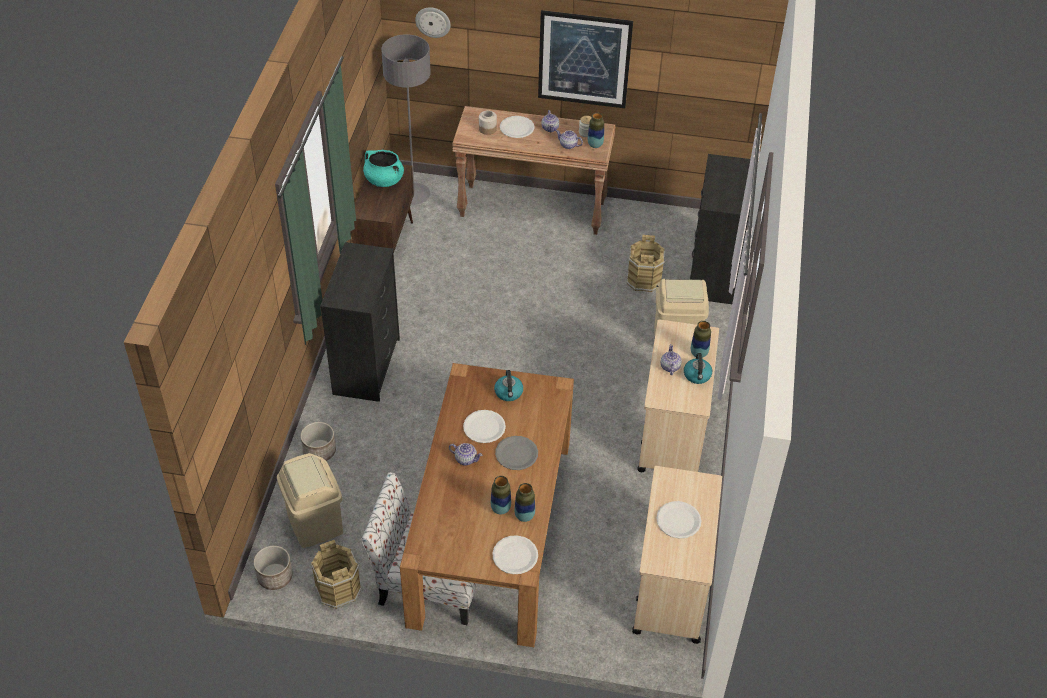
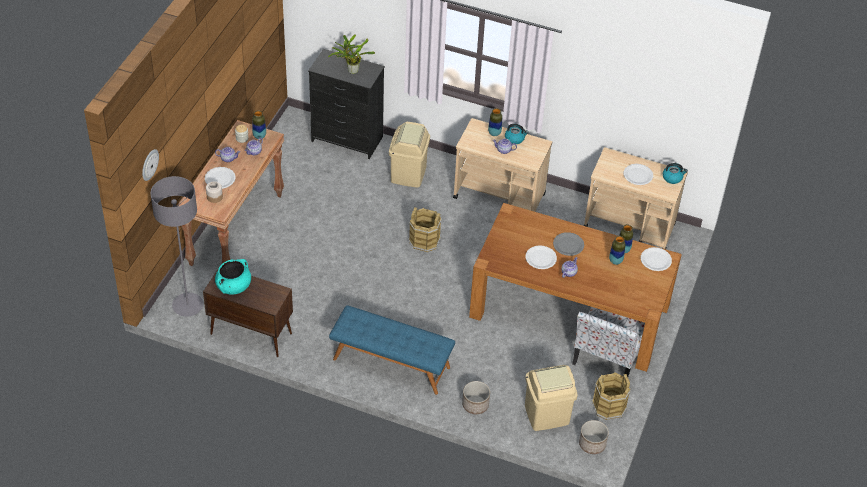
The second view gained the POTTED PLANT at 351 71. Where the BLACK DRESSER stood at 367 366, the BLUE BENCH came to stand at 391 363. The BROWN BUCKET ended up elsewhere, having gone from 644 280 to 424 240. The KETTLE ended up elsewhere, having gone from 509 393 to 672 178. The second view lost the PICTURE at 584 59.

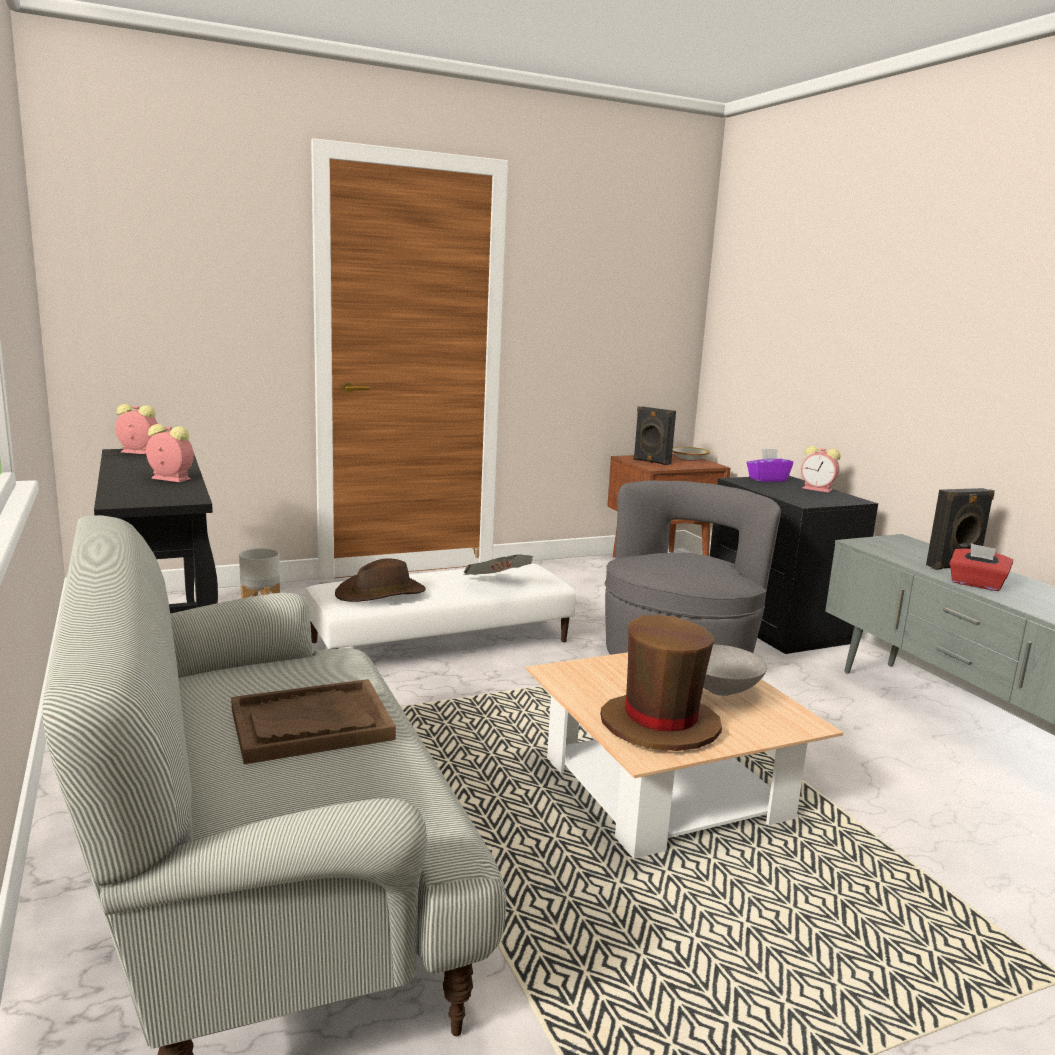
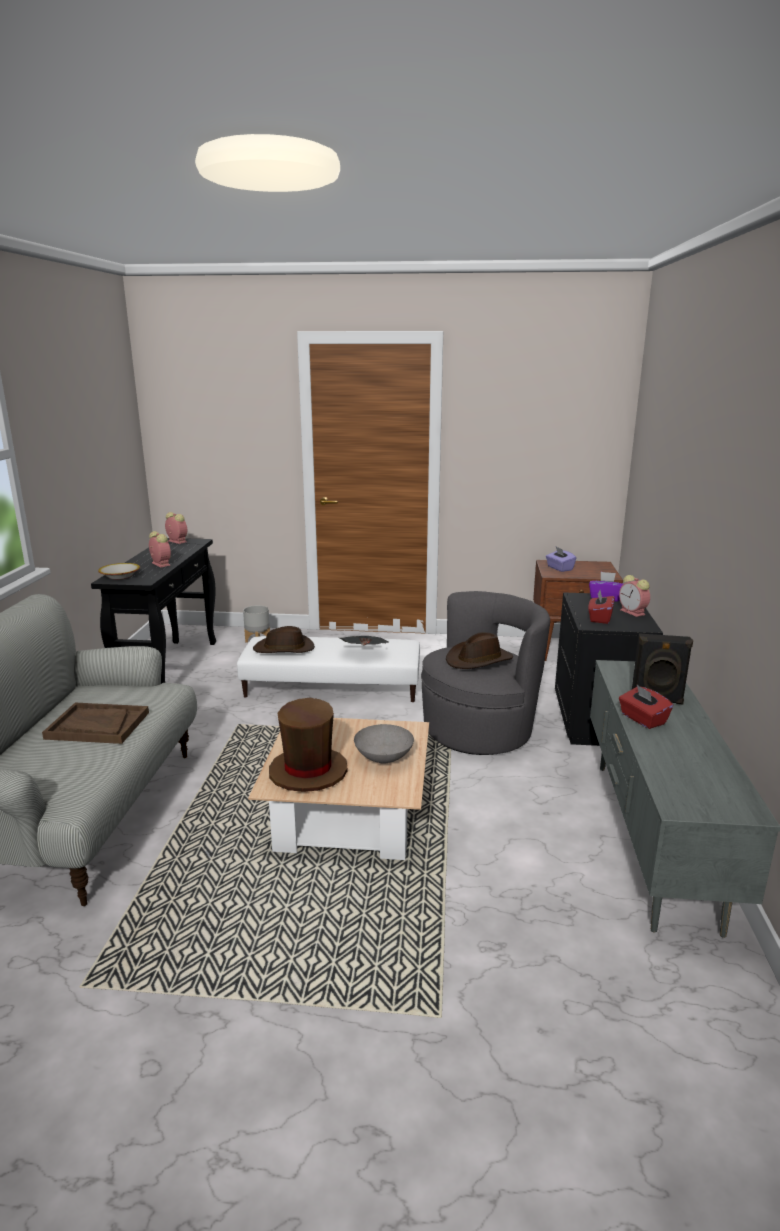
The BOWL ended up elsewhere, having gone from 688 458 to 120 576. The second view gained the BROWN HAT at 479 660. Where the BLACK SPEAKER stood at 651 462, the PURPLE TISSUE BOX came to stand at 559 568. The second view gained the RED TISSUE BOX at 599 618.

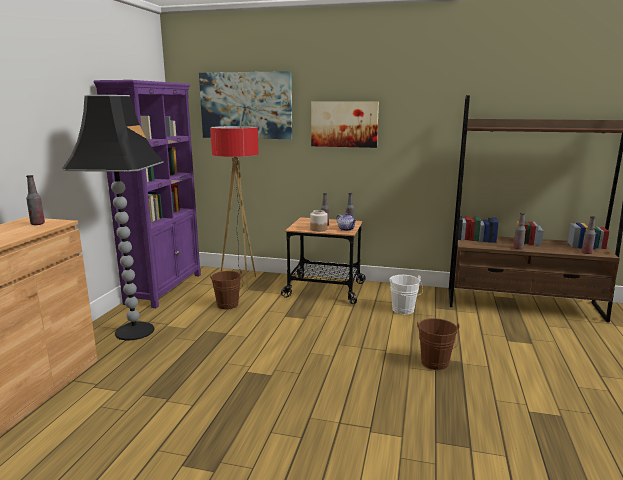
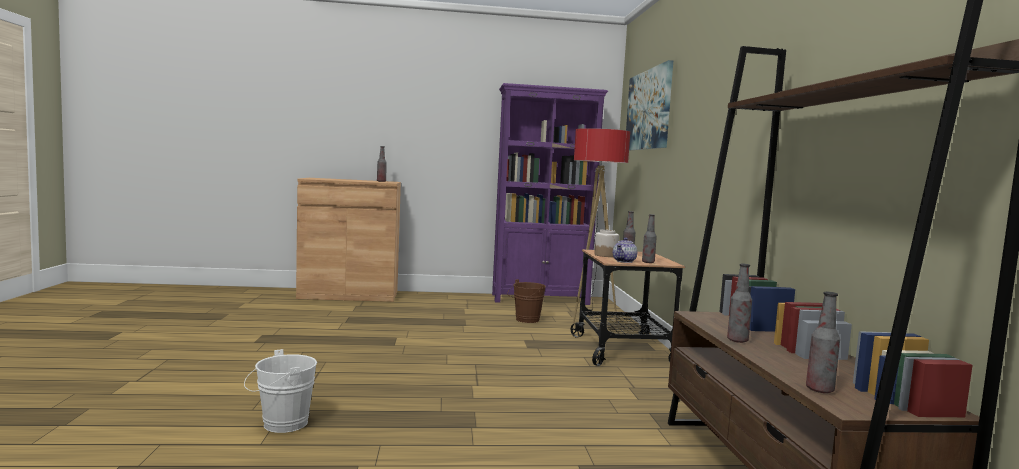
The WHITE BUCKET ended up elsewhere, having gone from 404 310 to 280 424. The second view lost the BLACK FLOOR LAMP at 135 331. The second view lost the PICTURE at 344 124. The second view lost the BROWN BUCKET at 435 364.

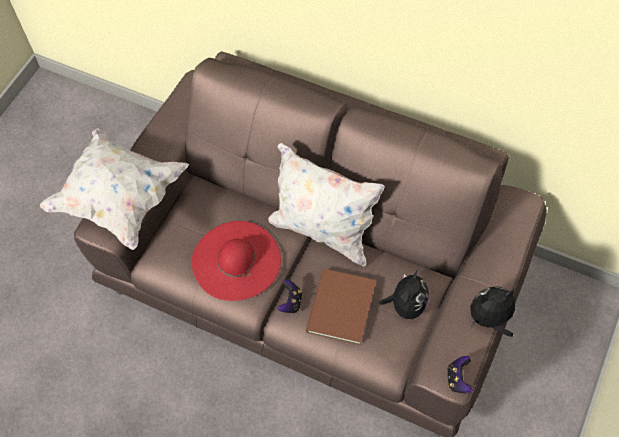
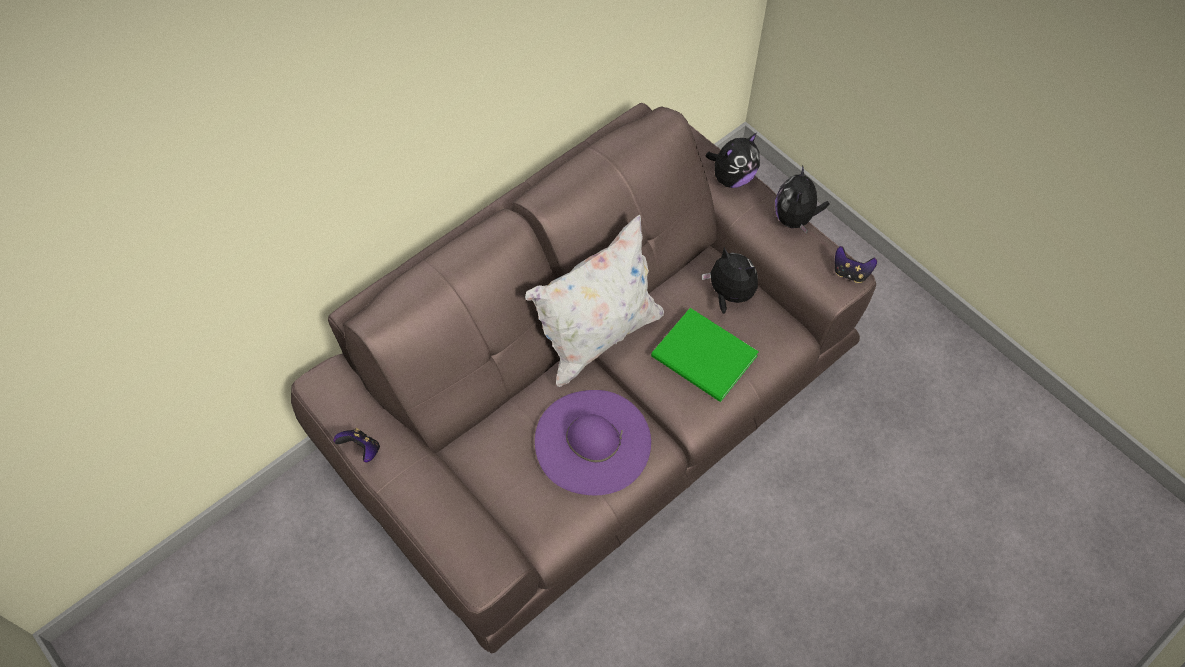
The GAME CONTROLLER ended up elsewhere, having gone from 291 302 to 361 449. What was the RED HAT at 236 260 turned into the PURPLE HAT at 592 442. What was the BROWN BOOK at 338 309 turned into the GREEN BOOK at 705 359. The second view gained the PLUSH TOY at 732 177. The second view lost the WHITE PILLOW at 119 199.

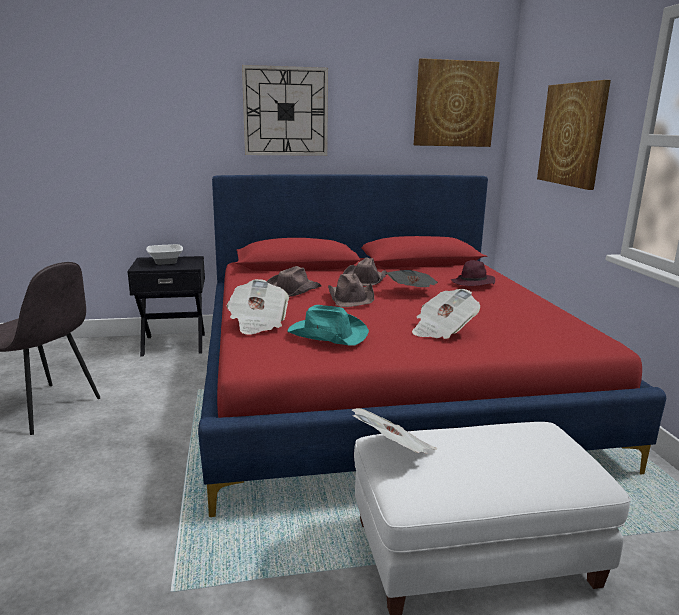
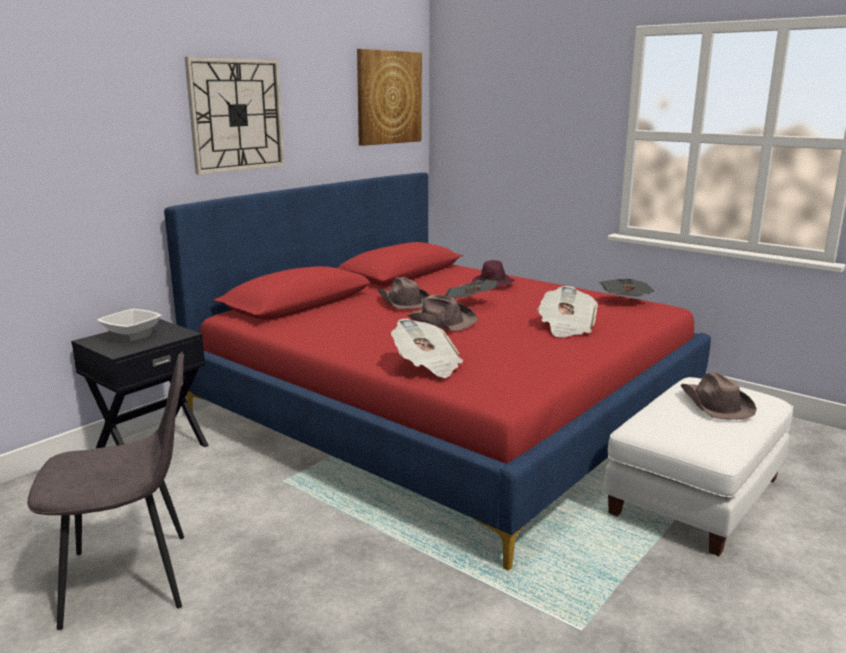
The NEWSPAPER ended up elsewhere, having gone from 393 452 to 625 302. The BROWN HAT ended up elsewhere, having gone from 292 290 to 715 404. The second view lost the TURQUOISE HAT at 327 334. The second view lost the PICTURE at 572 134.

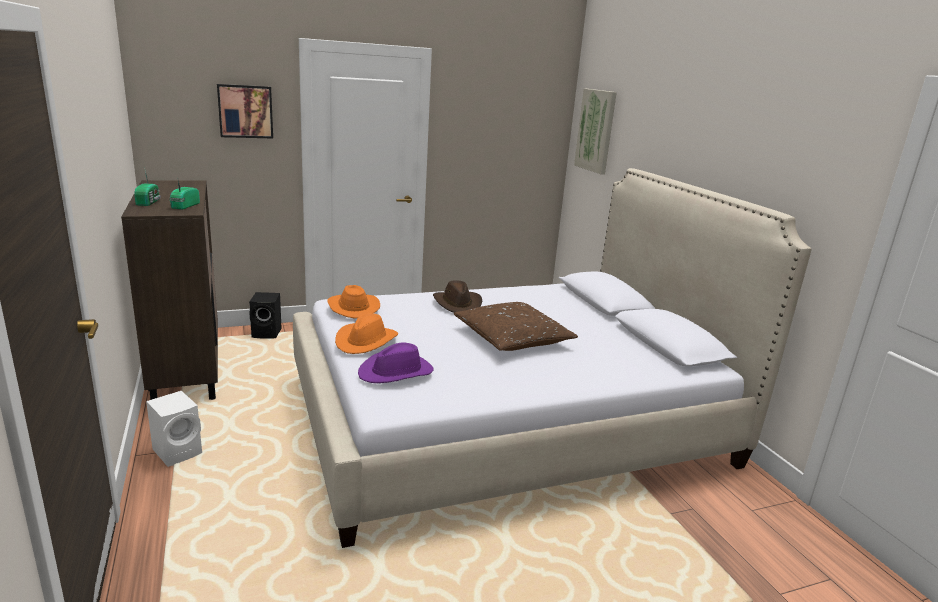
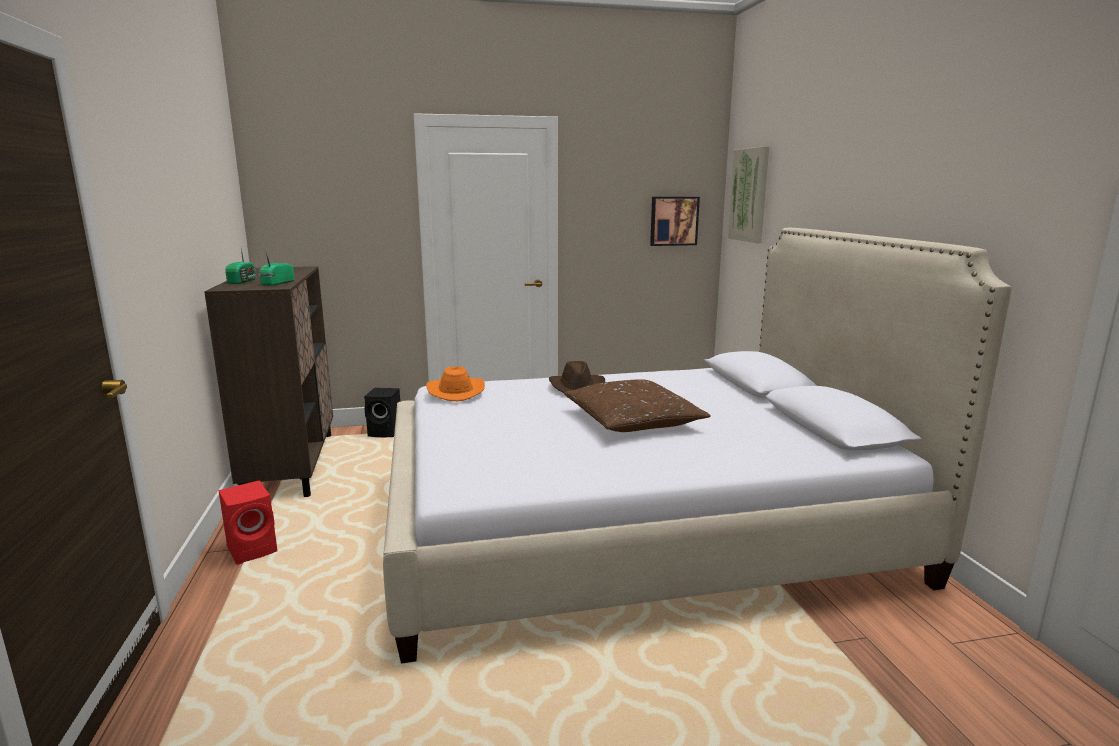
What was the WHITE SPEAKER at 179 451 turned into the RED SPEAKER at 254 549. The PICTURE ended up elsewhere, having gone from 245 111 to 673 221. The second view lost the ORANGE HAT at 366 341. The second view lost the PURPLE HAT at 396 372.

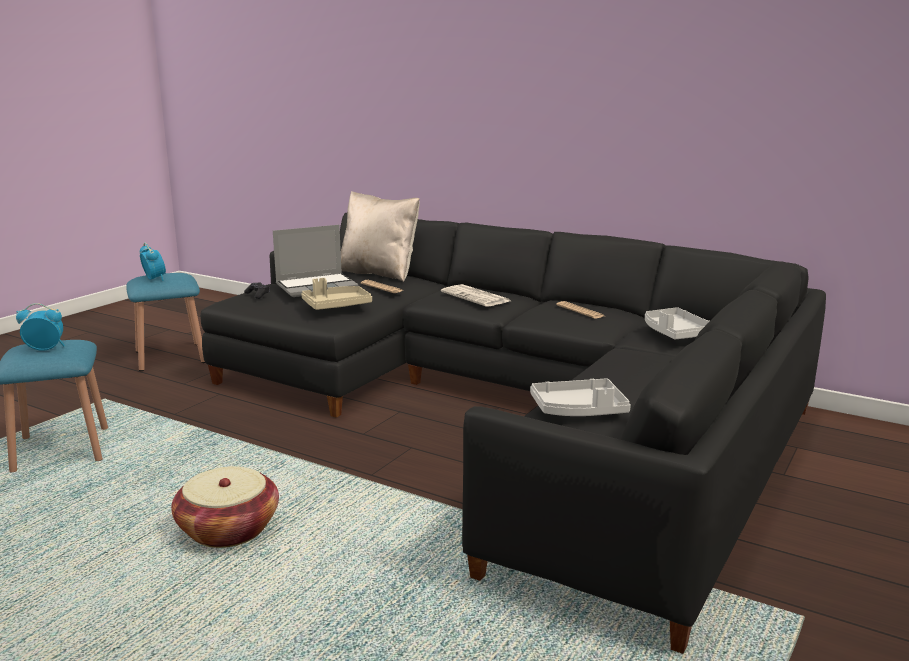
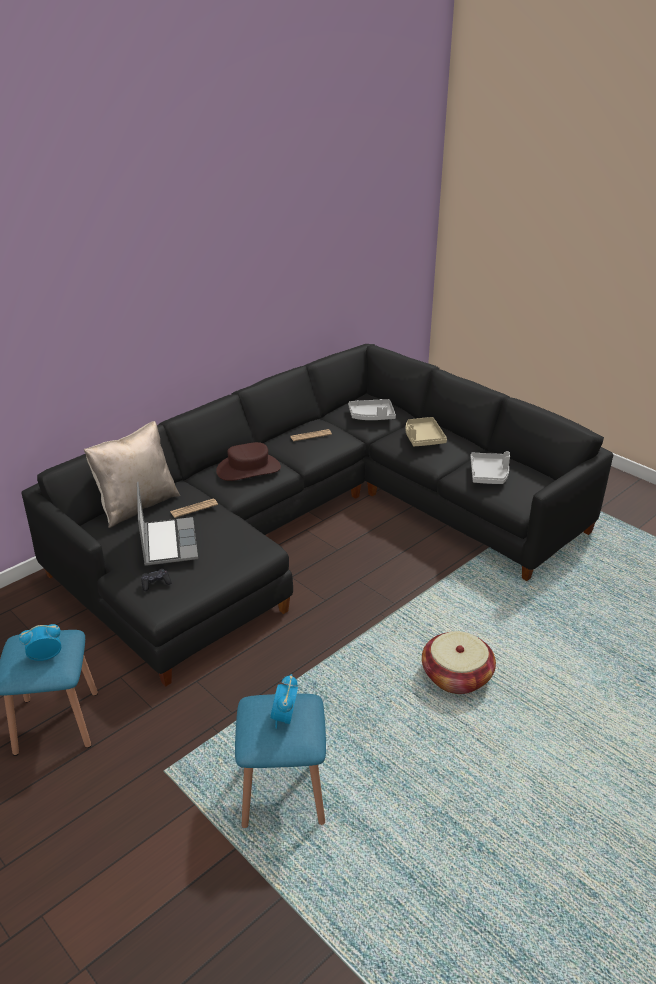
Where the NEWSPAPER stood at 476 297, the BROWN HAT came to stand at 248 469. The BEIGE TRAY ended up elsewhere, having gone from 336 306 to 423 438.

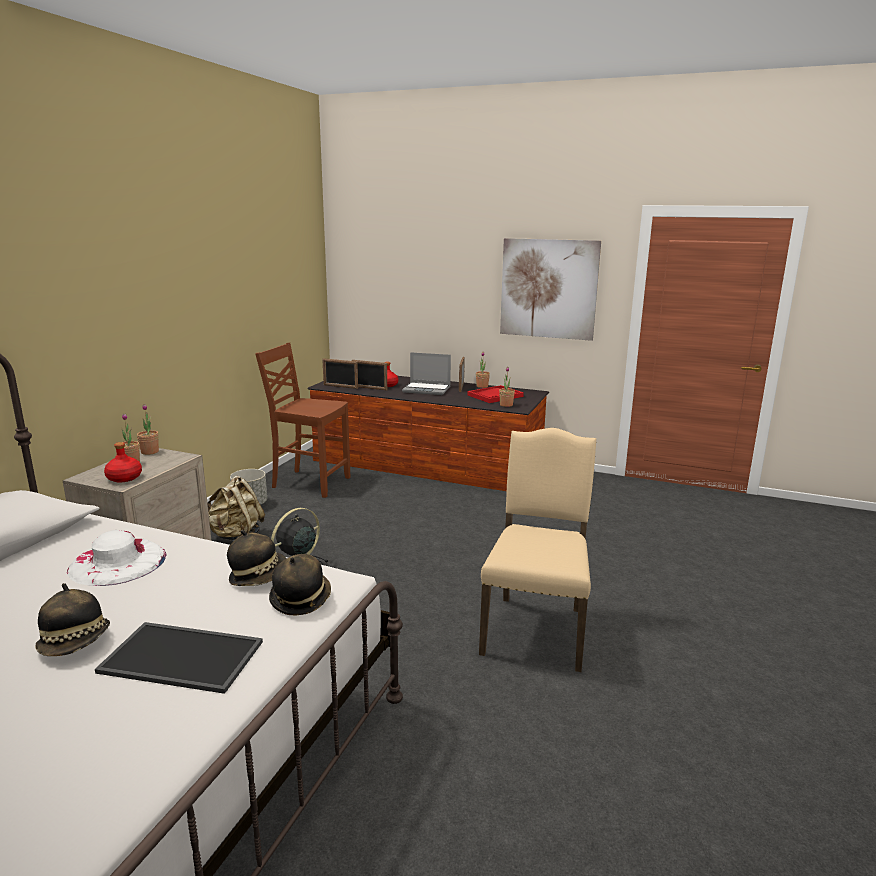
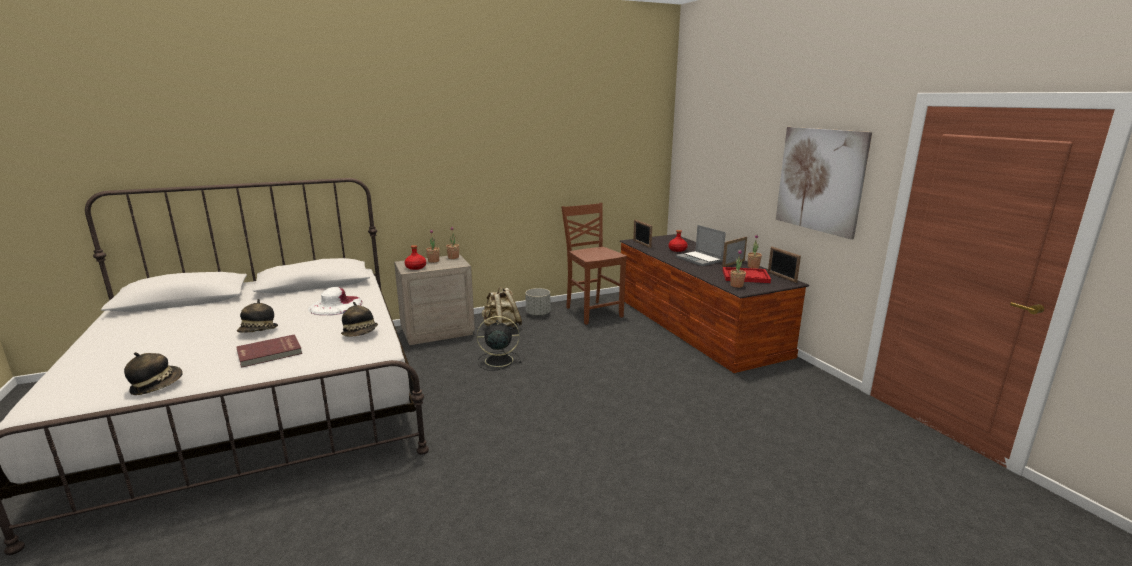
The HAT ended up elsewhere, having gone from 300 599 to 157 385. Where the TRAY stood at 184 656, the RED BOOK came to stand at 270 353. The PICTURE FRAME ended up elsewhere, having gone from 369 388 to 781 277. The second view lost the BEIGE CHAIR at 536 629.

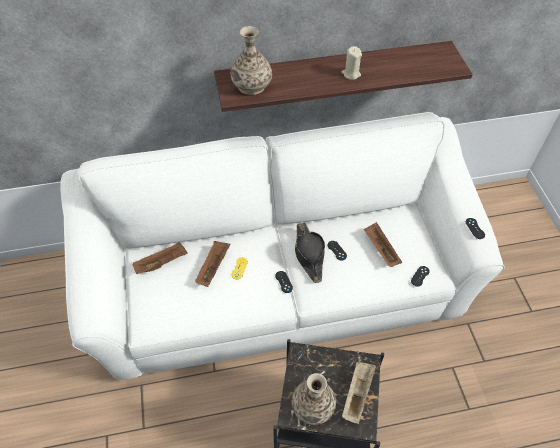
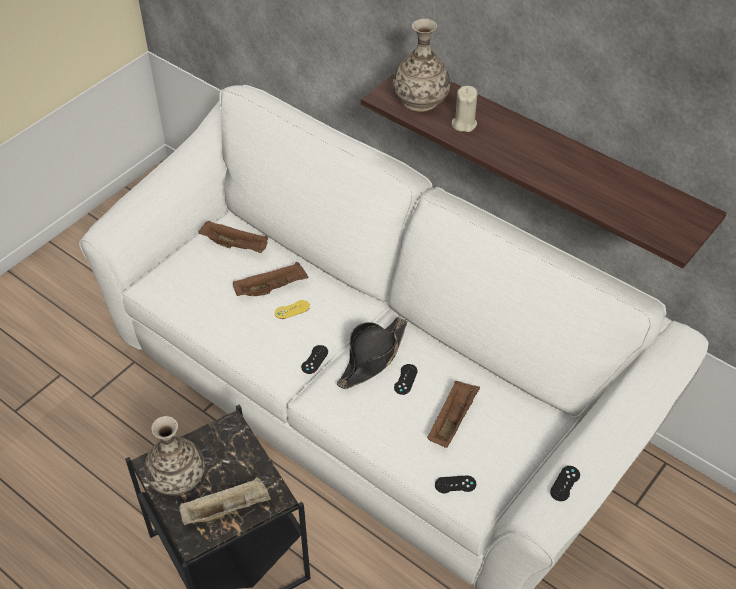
The BEIGE CANDLE ended up elsewhere, having gone from 351 74 to 464 124.

